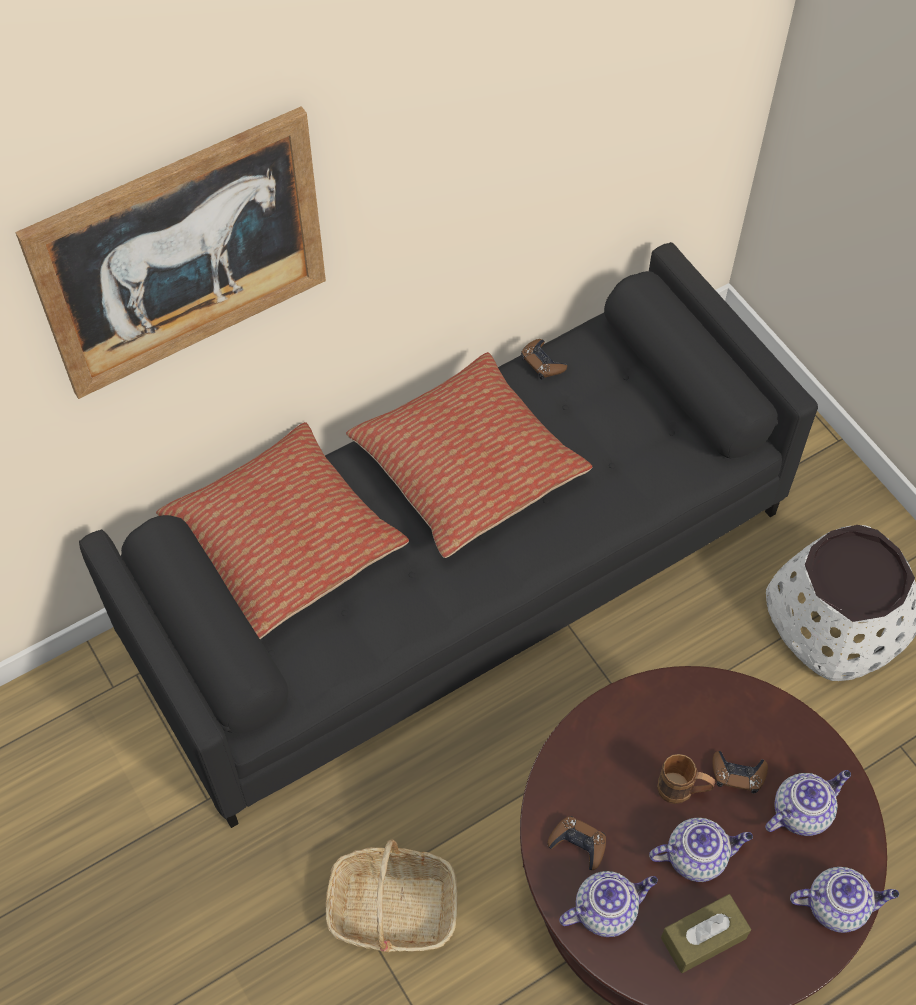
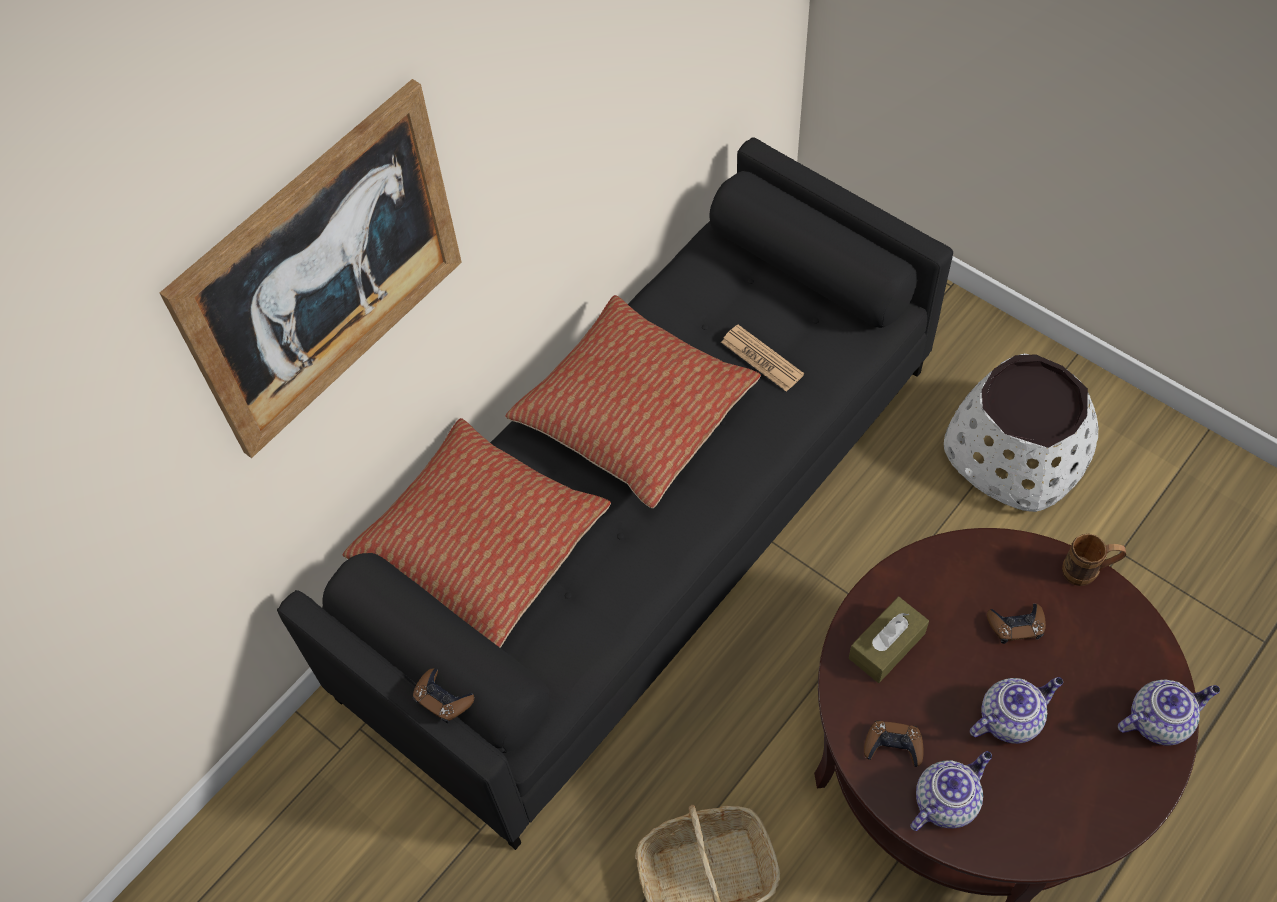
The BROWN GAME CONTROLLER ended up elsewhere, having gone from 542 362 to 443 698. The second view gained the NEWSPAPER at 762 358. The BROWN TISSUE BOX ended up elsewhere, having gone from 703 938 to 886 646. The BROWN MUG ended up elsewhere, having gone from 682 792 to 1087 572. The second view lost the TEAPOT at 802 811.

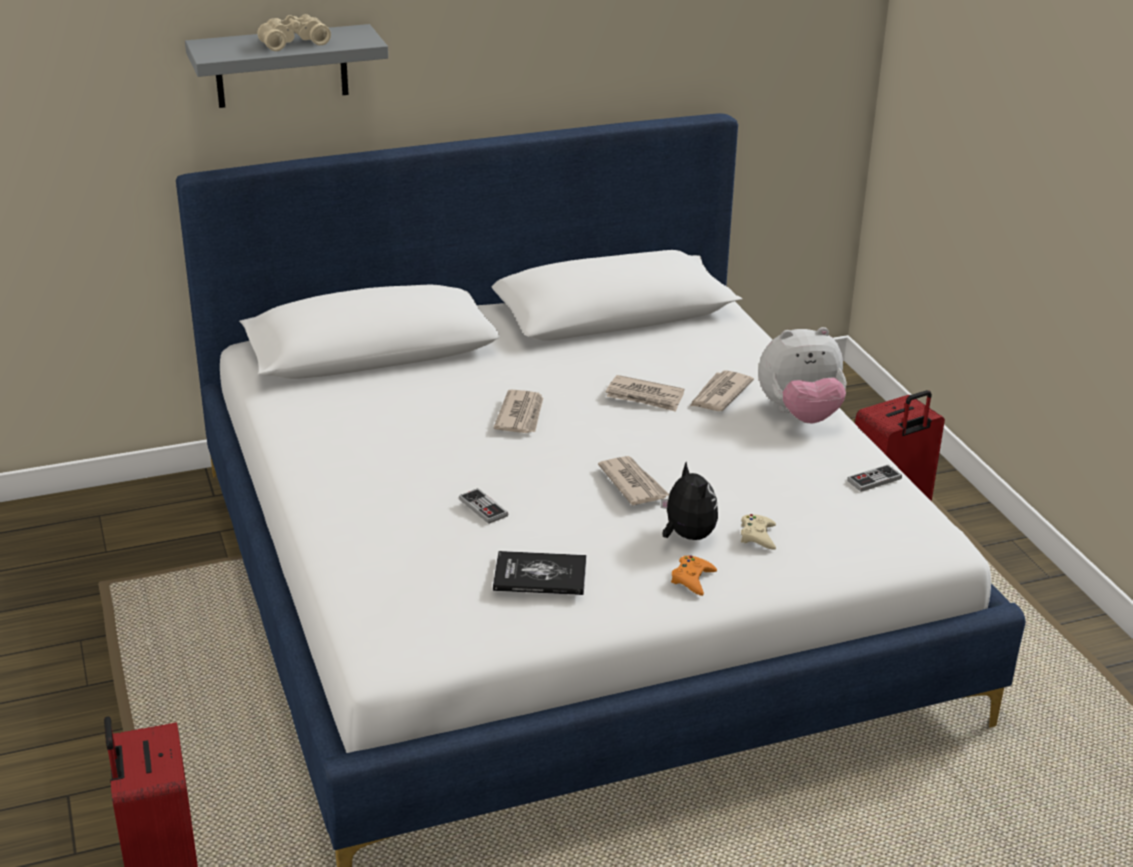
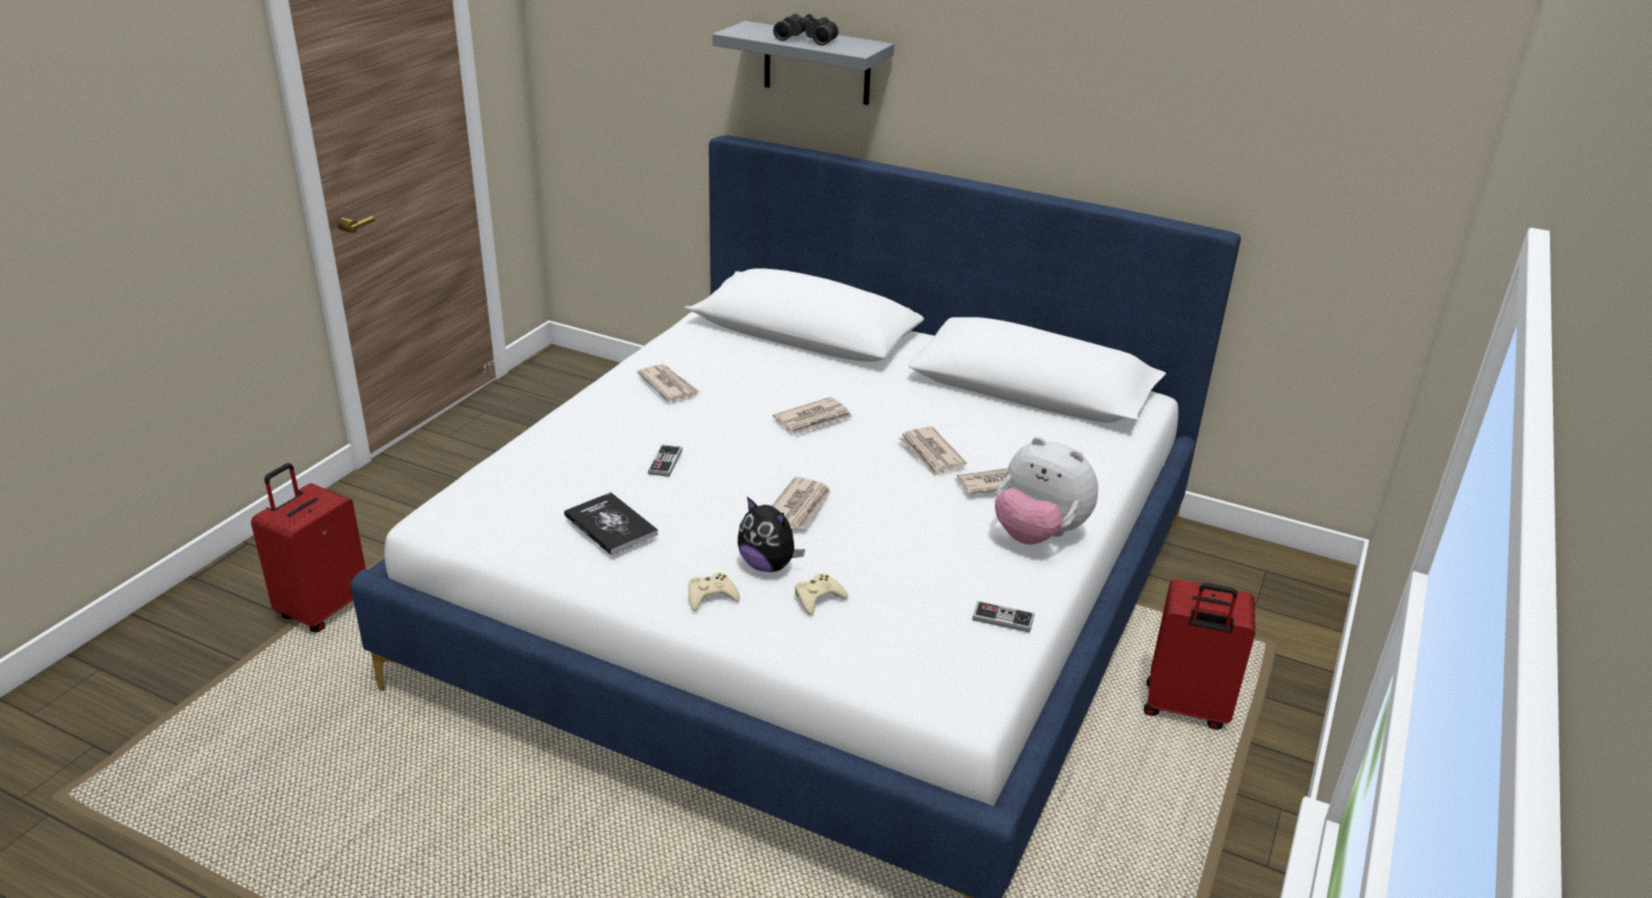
The second view gained the NEWSPAPER at 668 385. What was the ORANGE GAME CONTROLLER at 692 579 turned into the BEIGE GAME CONTROLLER at 711 596. The PLUSH TOY at 687 536 ended up facing another way, 105 degrees clockwise from before. What was the BEIGE BINOCULARS at 292 42 turned into the BLACK BINOCULARS at 807 38.

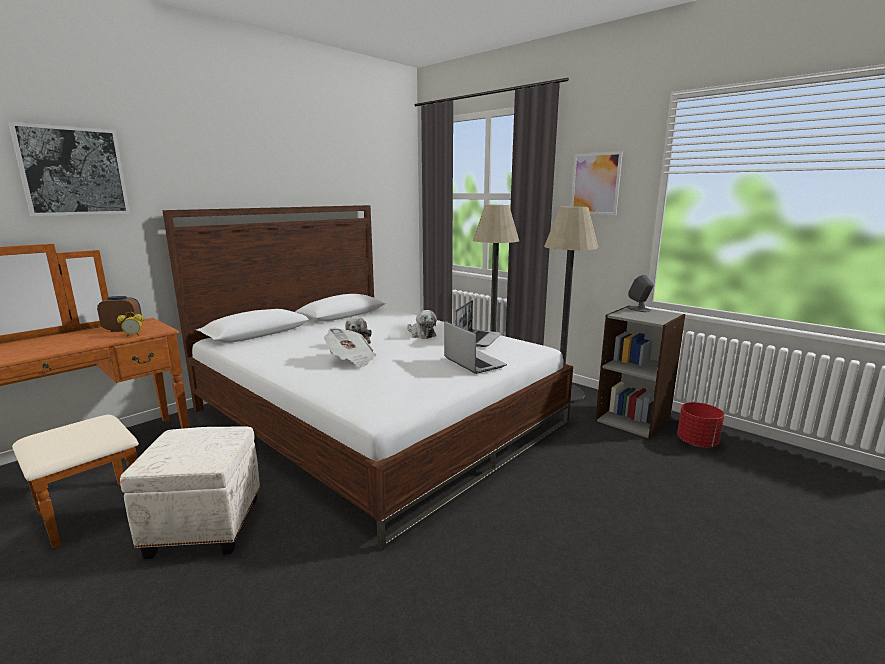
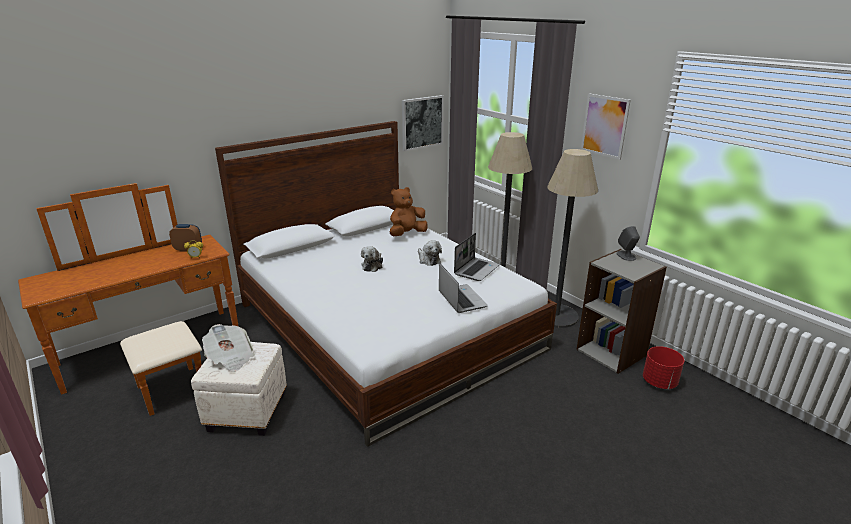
The NEWSPAPER ended up elsewhere, having gone from 351 359 to 230 358. The second view gained the BROWN PLUSH TOY at 407 234. The PICTURE ended up elsewhere, having gone from 73 171 to 422 122.

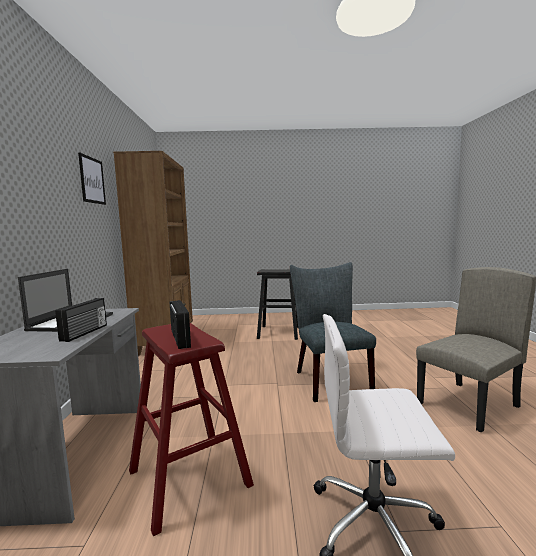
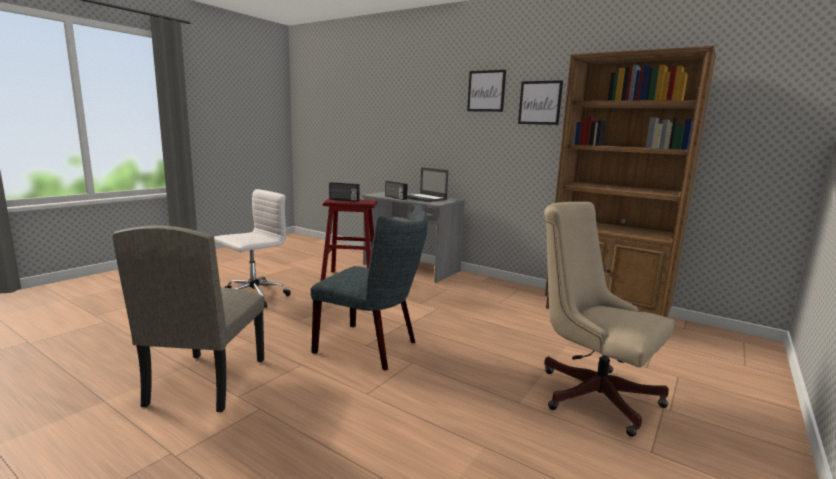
The second view gained the PICTURE at 486 91. Where the BLACK STOOL stood at 279 332, the BEIGE OFFICE CHAIR came to stand at 590 393.

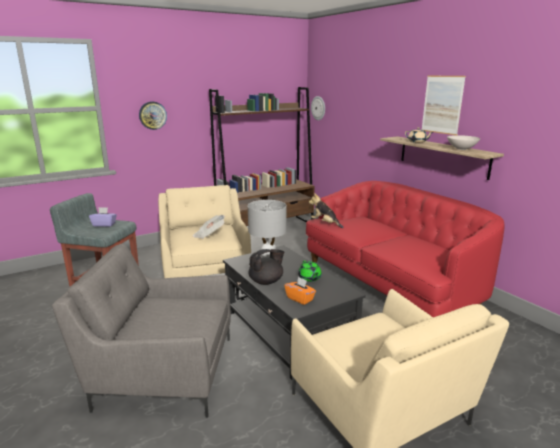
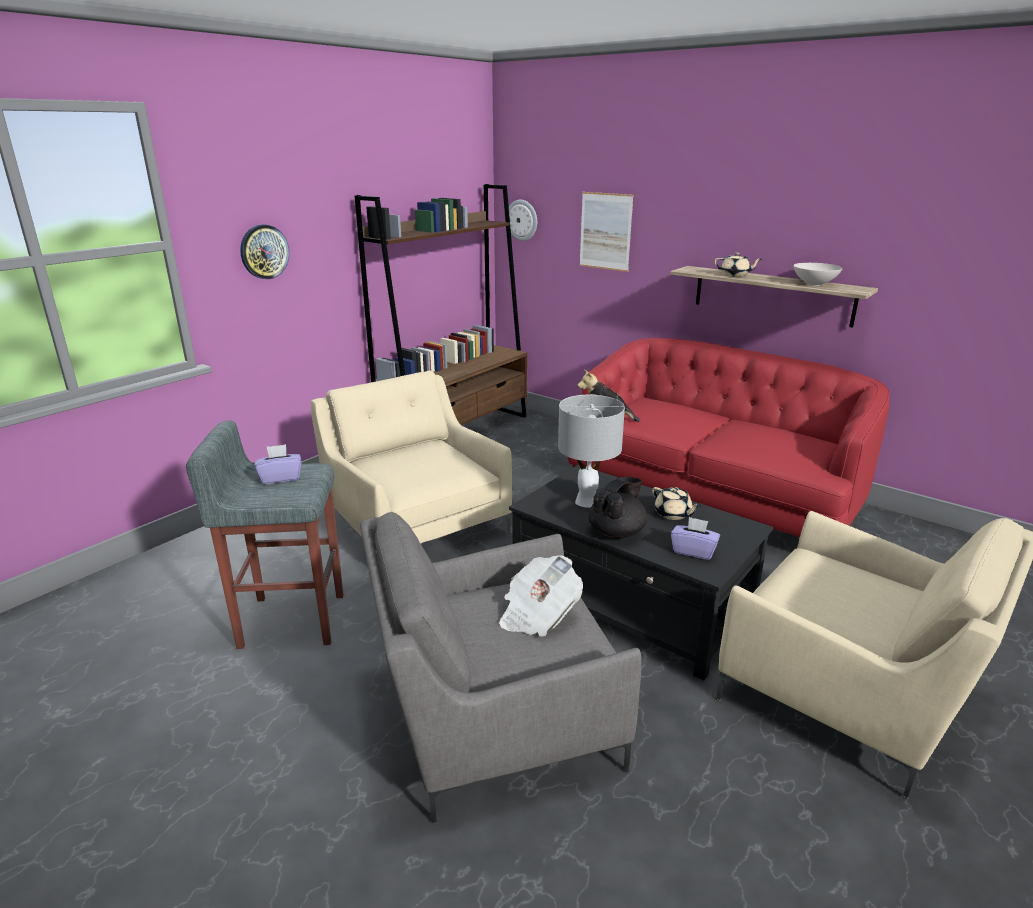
The NEWSPAPER ended up elsewhere, having gone from 209 235 to 538 614. The PICTURE ended up elsewhere, having gone from 442 104 to 605 231. What was the GREEN TEAPOT at 309 278 turned into the BEIGE TEAPOT at 673 514. What was the ORANGE TISSUE BOX at 300 299 turned into the PURPLE TISSUE BOX at 693 551.

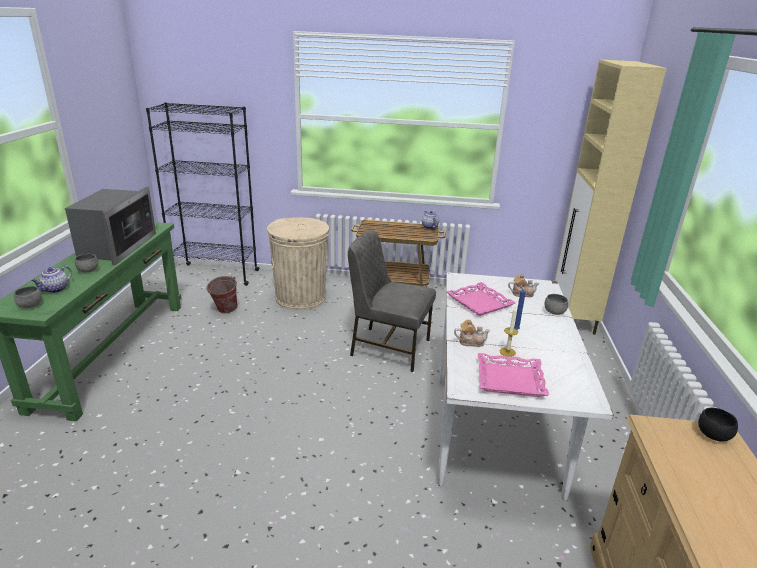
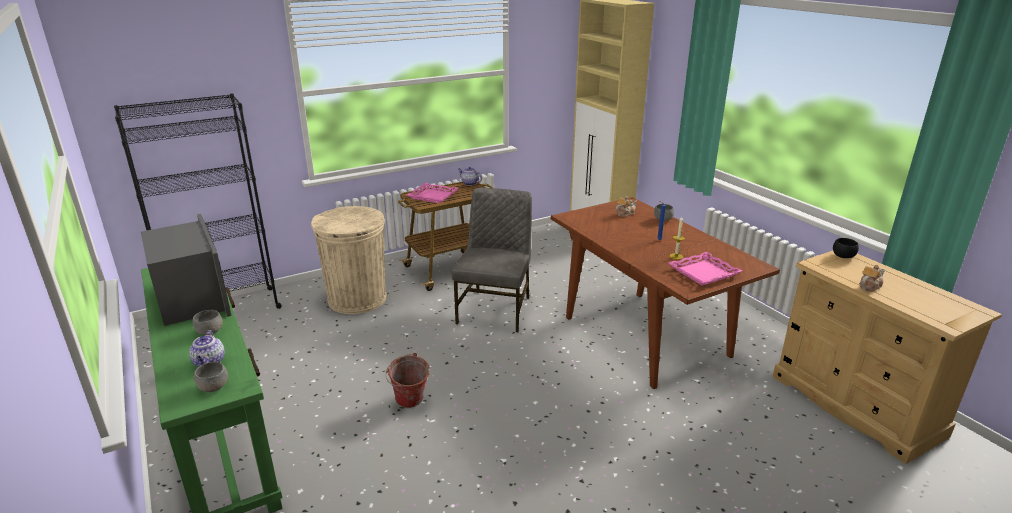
The BUCKET ended up elsewhere, having gone from 224 311 to 410 403. The PINK TRAY ended up elsewhere, having gone from 479 303 to 433 196. The GREY CHAIR at 388 347 ended up facing another way, 120 degrees clockwise from before. What was the WHITE DINING TABLE at 495 430 turned into the BROWN DINING TABLE at 644 335. The TEAPOT ended up elsewhere, having gone from 470 342 to 869 286.

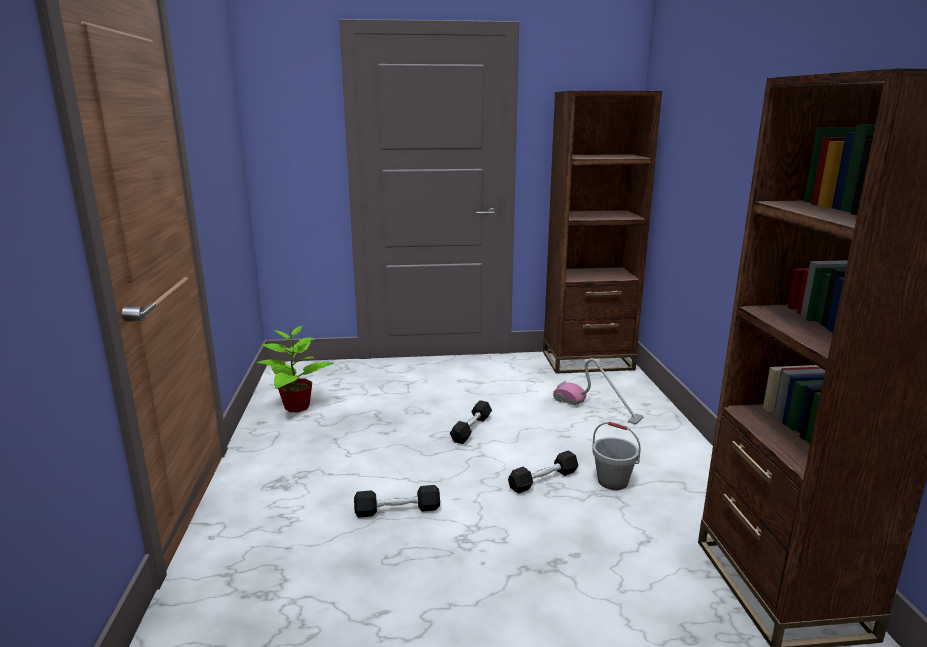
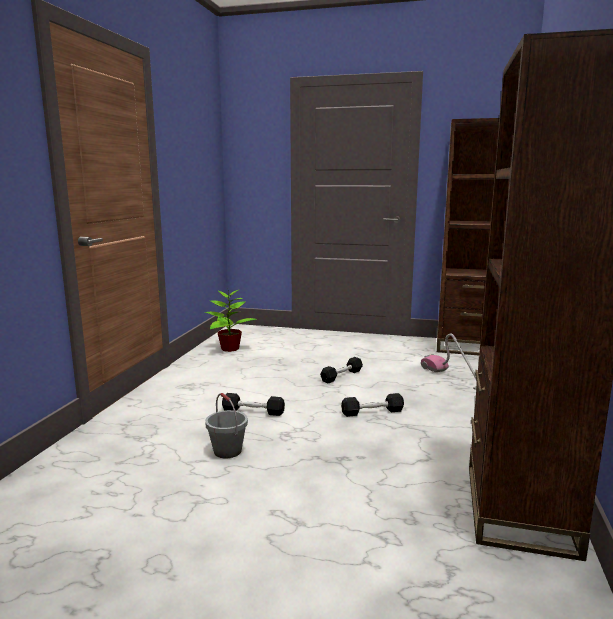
The GREY BUCKET ended up elsewhere, having gone from 613 481 to 228 451.

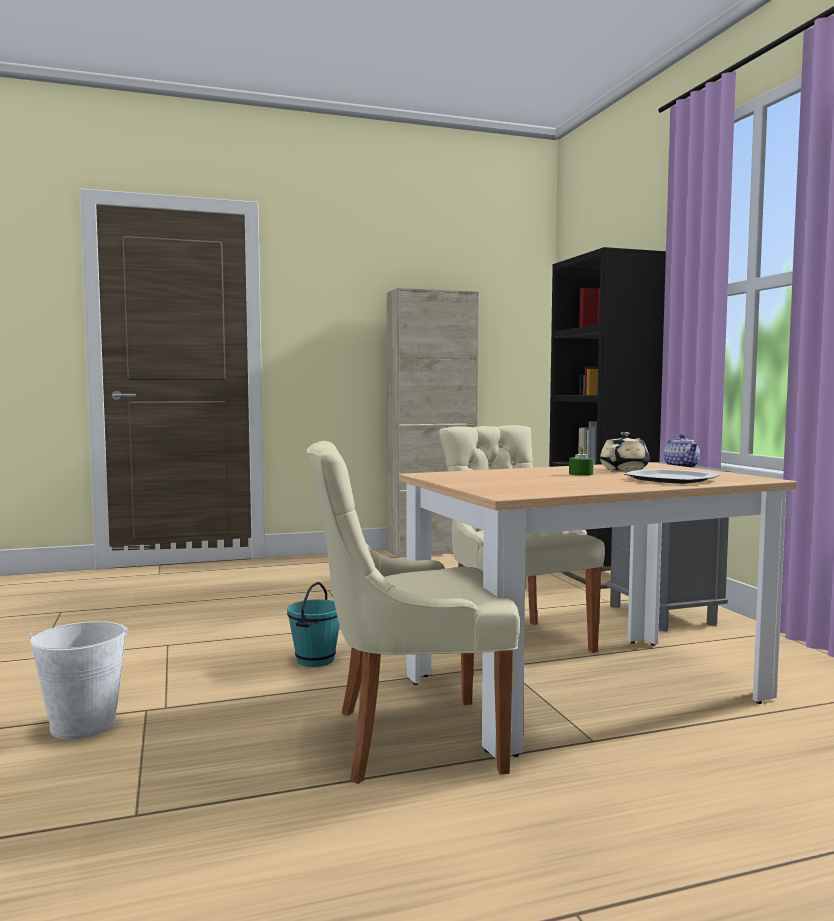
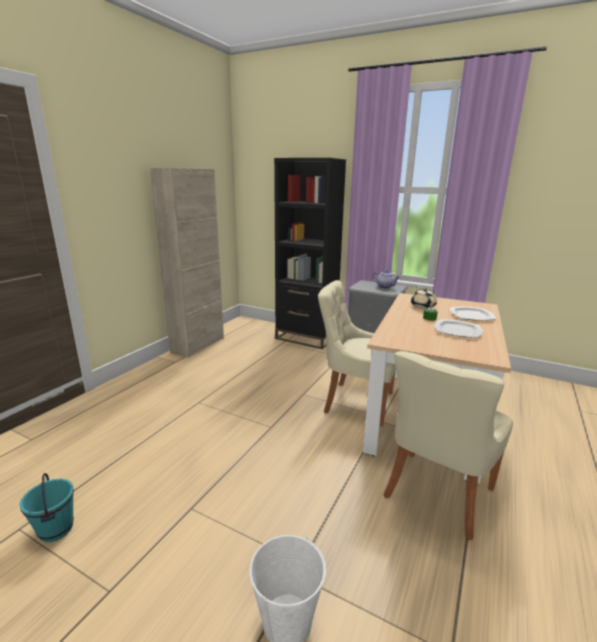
The TURQUOISE BUCKET ended up elsewhere, having gone from 314 660 to 55 530. The second view gained the PLATE at 457 330.

